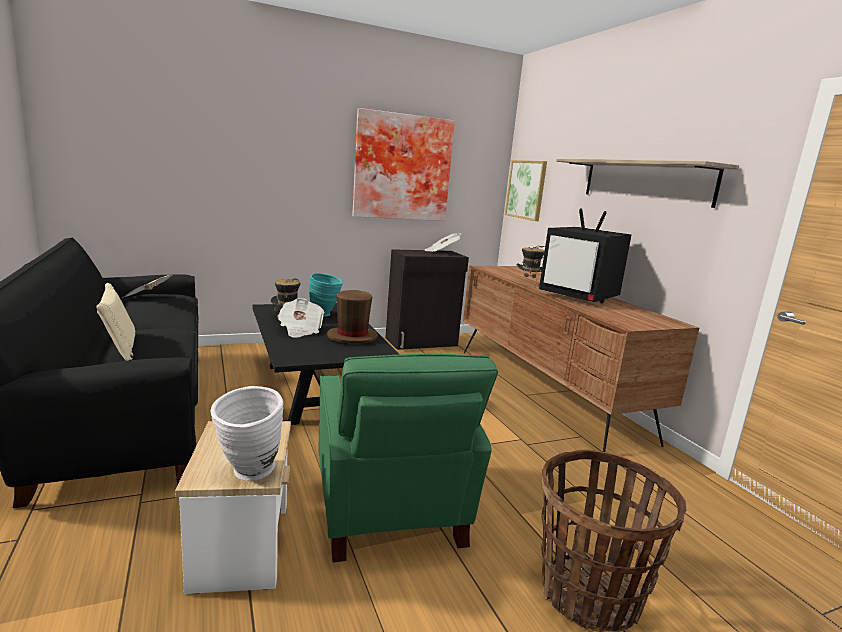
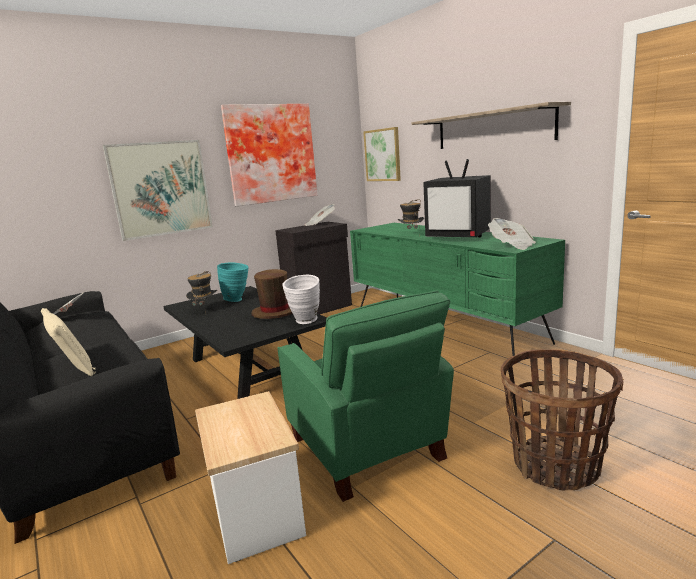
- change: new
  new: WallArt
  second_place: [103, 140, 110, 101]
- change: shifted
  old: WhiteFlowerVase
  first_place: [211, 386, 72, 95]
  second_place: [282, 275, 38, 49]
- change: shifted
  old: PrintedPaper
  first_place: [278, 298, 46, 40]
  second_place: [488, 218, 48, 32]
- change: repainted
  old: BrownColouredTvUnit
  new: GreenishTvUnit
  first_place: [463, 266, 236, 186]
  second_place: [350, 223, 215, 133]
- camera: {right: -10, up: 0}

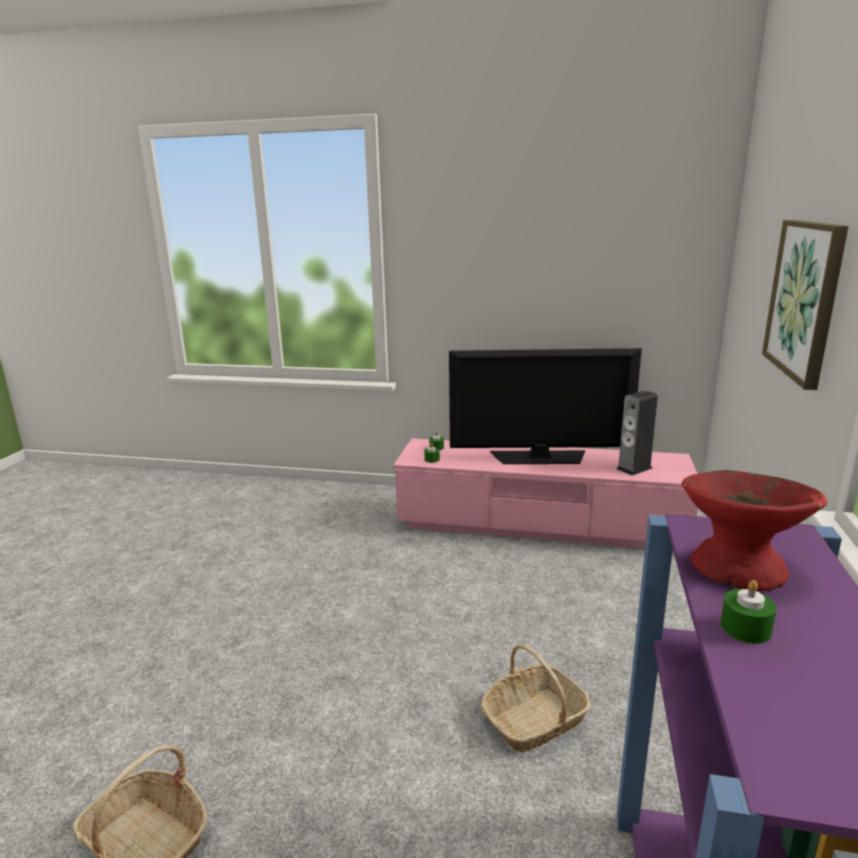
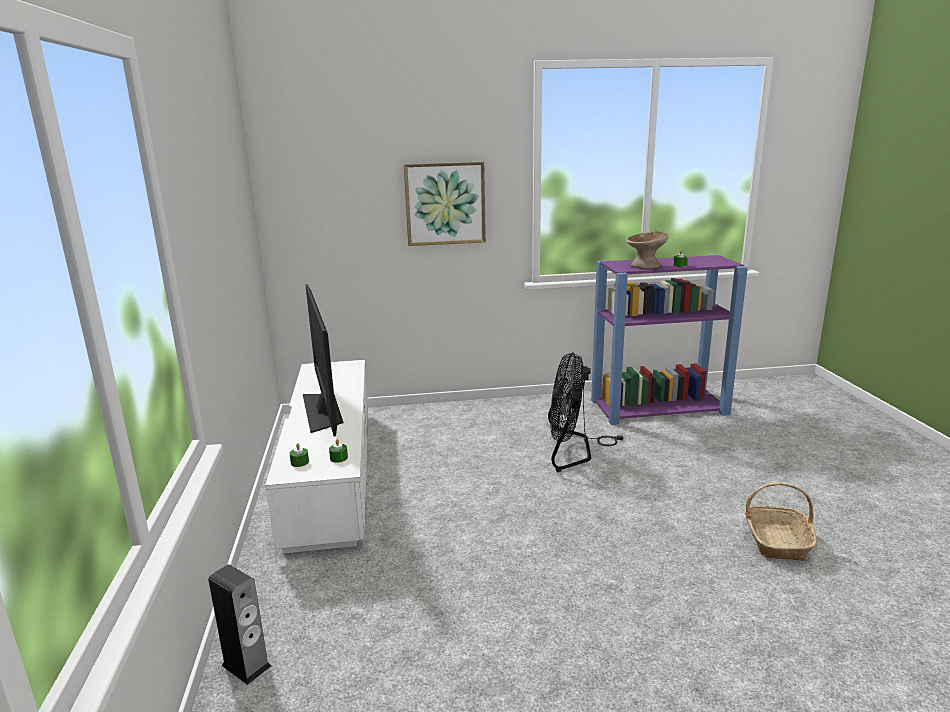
- change: shifted
  old: Loudspeaker
  first_place: [616, 391, 42, 85]
  second_place: [208, 565, 63, 120]
- change: swapped
  old: StorageBasket
  new: BlackCoolingFan
  first_place: [481, 644, 110, 109]
  second_place: [548, 352, 77, 121]
- change: repainted
  old: PinkTvUnit
  new: WhiteTvUnit
  first_place: [393, 438, 305, 110]
  second_place: [265, 360, 103, 194]
- change: repainted
  old: RedBowl
  new: SandColouredBowl
  first_place: [682, 470, 145, 121]
  second_place: [626, 231, 43, 38]
- camera: {right: -110, up: 0}

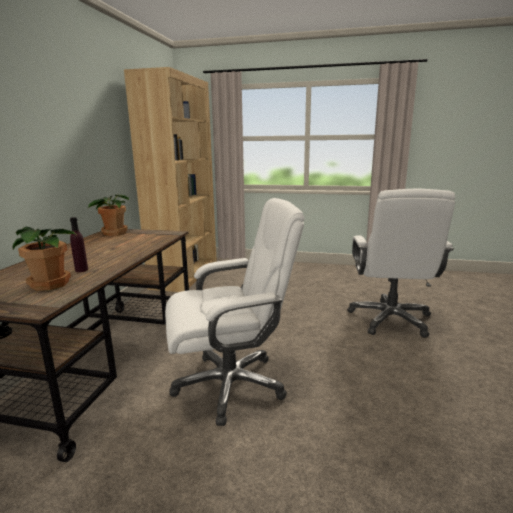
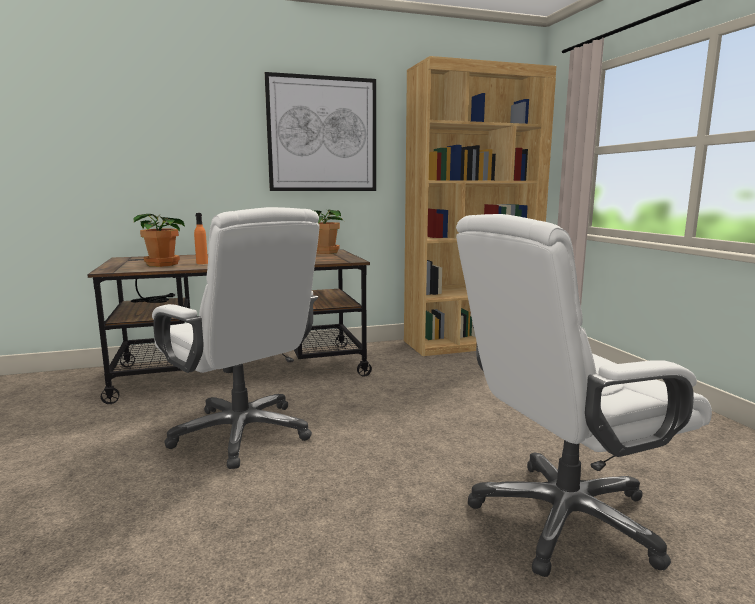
- change: new
  new: WallArt
  second_place: [265, 72, 111, 119]
- change: repainted
  old: PurplishBottle
  new: OrangeBottle
  first_place: [70, 217, 18, 55]
  second_place: [194, 213, 14, 51]
- camera: {right: 60, up: -5}

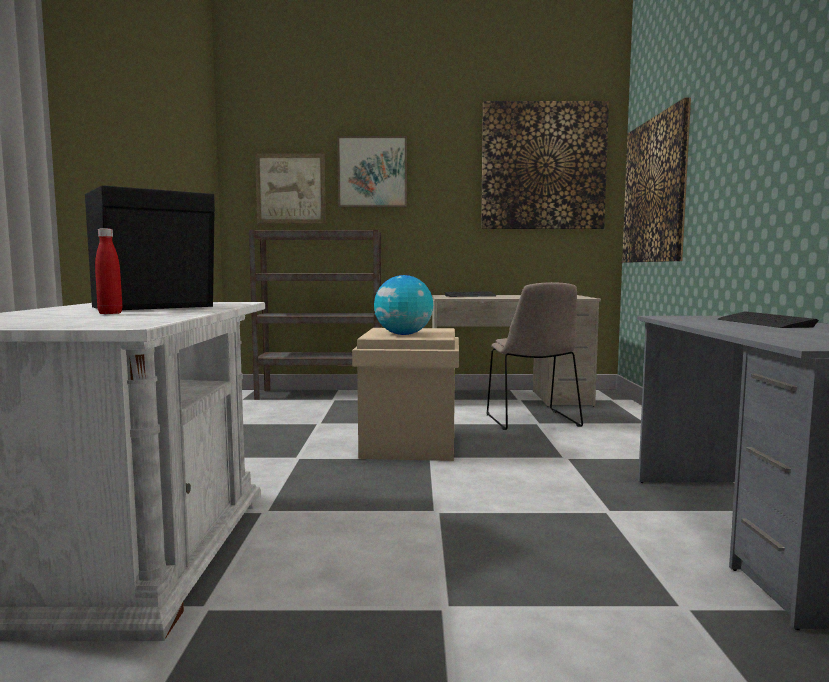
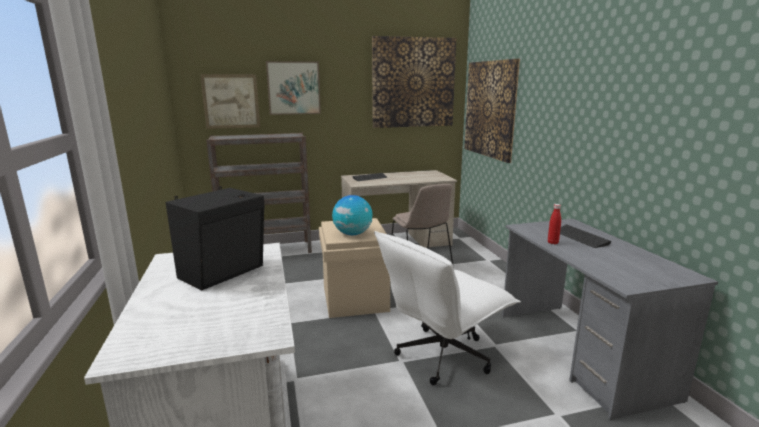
- change: new
  new: WhiteDeskChair
  second_place: [374, 231, 147, 154]
- change: shifted
  old: RedBottle
  first_place: [95, 228, 27, 86]
  second_place: [548, 204, 13, 40]
- camera: {right: -15, up: 10}

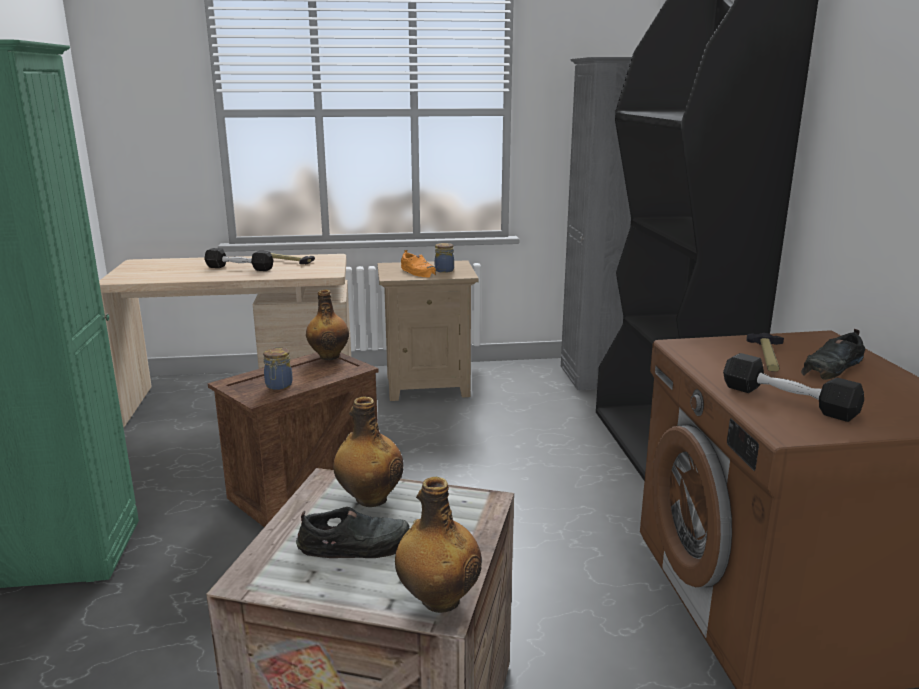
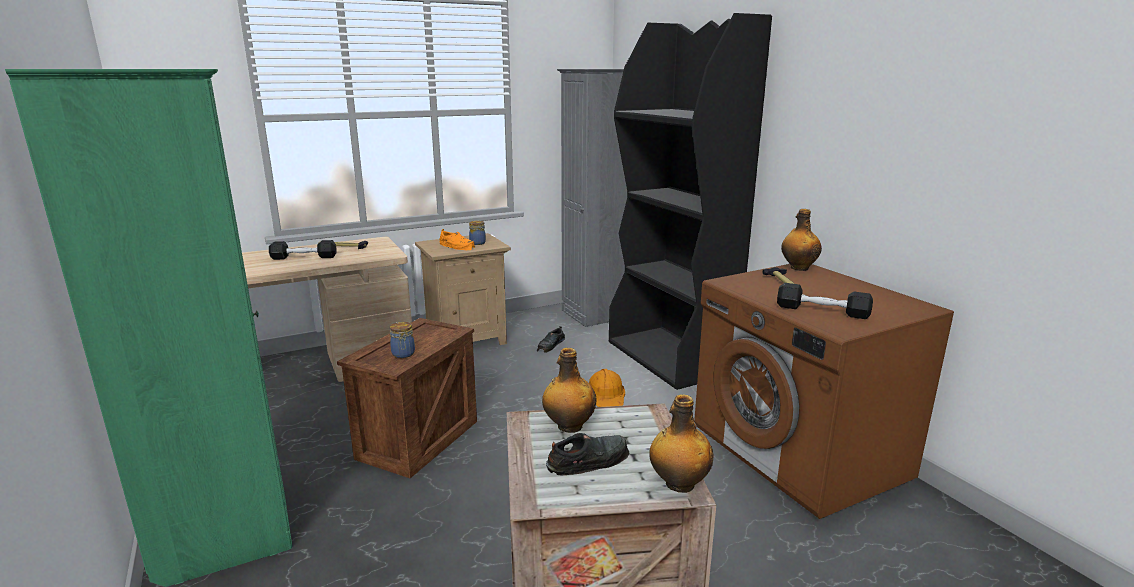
- change: new
  new: OrangeSafetyHelmet
  second_place: [589, 369, 36, 38]
- change: shifted
  old: Bottle
  first_place: [306, 290, 43, 70]
  second_place: [781, 209, 41, 62]
- change: shifted
  old: BlackShoe
  first_place: [801, 329, 64, 51]
  second_place: [537, 326, 28, 27]
- camera: {right: -20, up: 0}

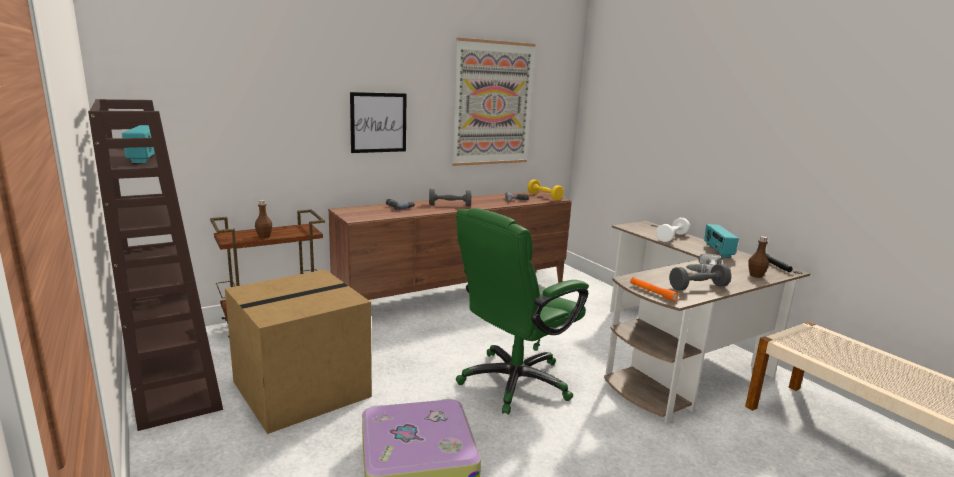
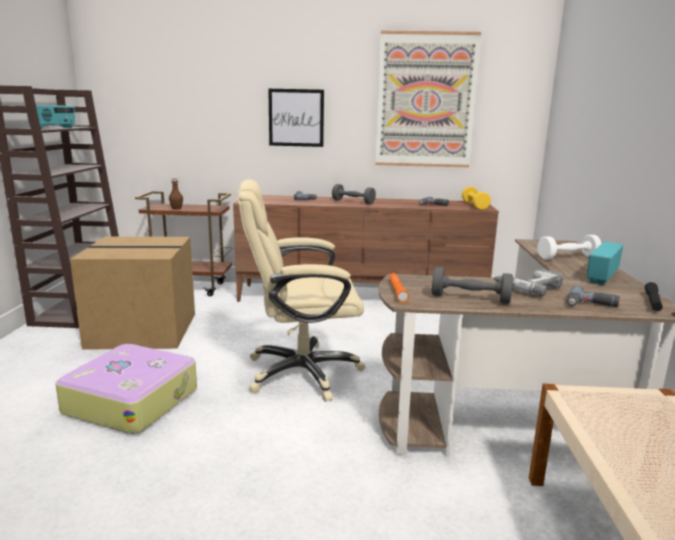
- change: swapped
  old: BrownColouredBottle
  new: PowerDrill
  first_place: [748, 236, 21, 42]
  second_place: [567, 286, 53, 21]
- change: repainted
  old: GreenishDeskChair
  new: SandColouredDeskChair
  first_place: [456, 208, 133, 207]
  second_place: [237, 179, 128, 223]
- camera: {right: 35, up: 0}

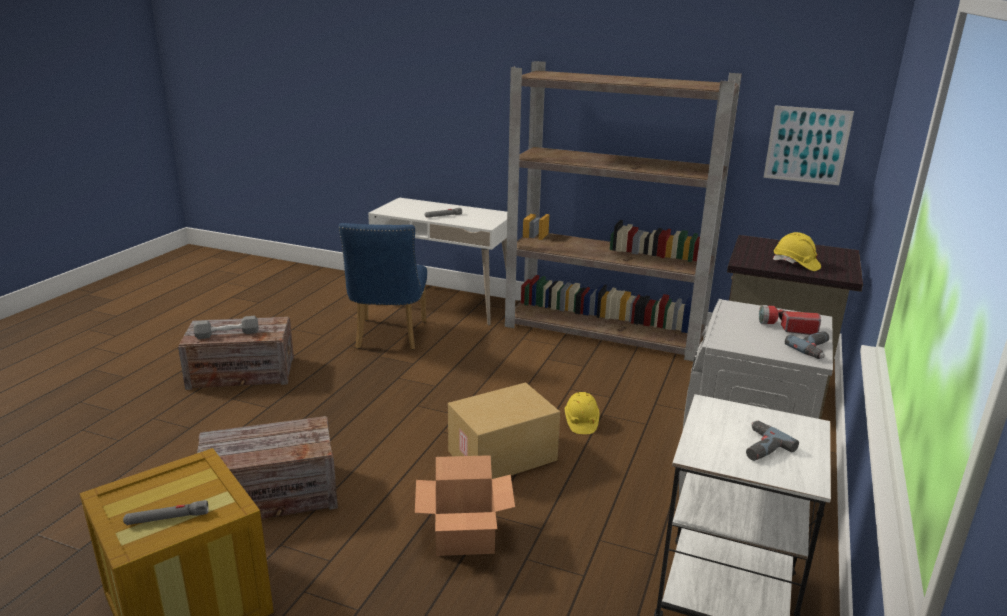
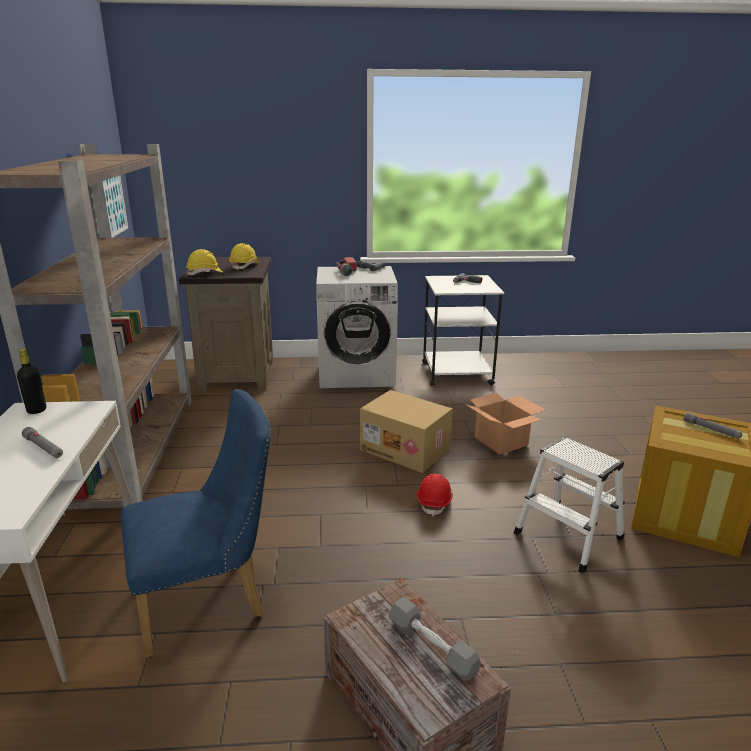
- change: new
  new: BlackBottle
  second_place: [17, 349, 29, 65]
- change: new
  new: RedSafetyHelmet
  second_place: [417, 474, 36, 43]
- change: shifted
  old: YellowSafetyHelmet
  first_place: [565, 392, 34, 42]
  second_place: [186, 249, 37, 26]
- change: swapped
  old: PackingCrate
  new: WhiteStepStool
  first_place: [197, 416, 141, 103]
  second_place: [514, 436, 111, 137]
- camera: {right: -115, up: 0}

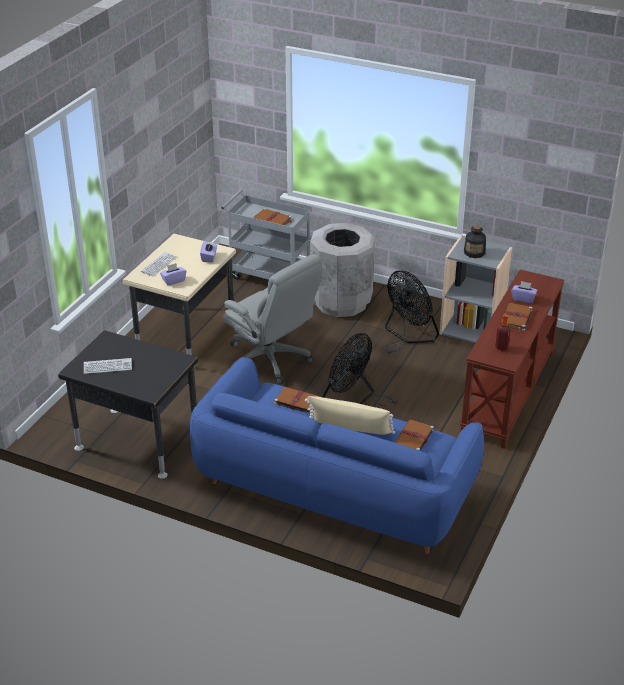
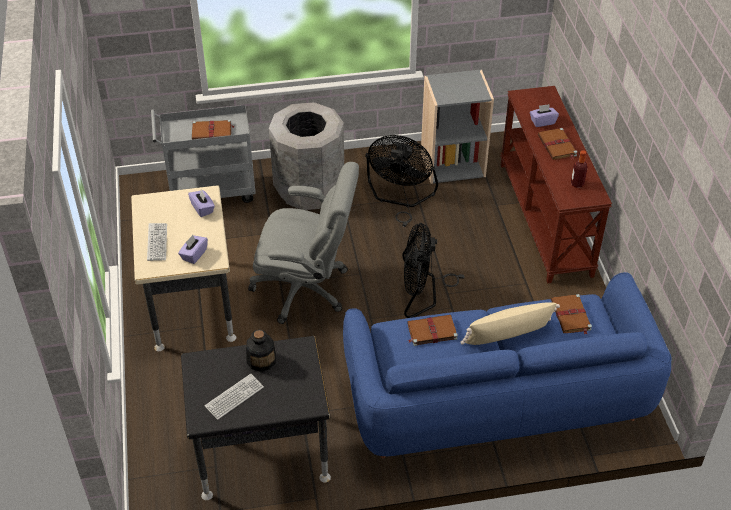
- change: shifted
  old: Bottle
  first_place: [464, 225, 22, 33]
  second_place: [246, 330, 30, 42]
- camera: {right: -35, up: 10}

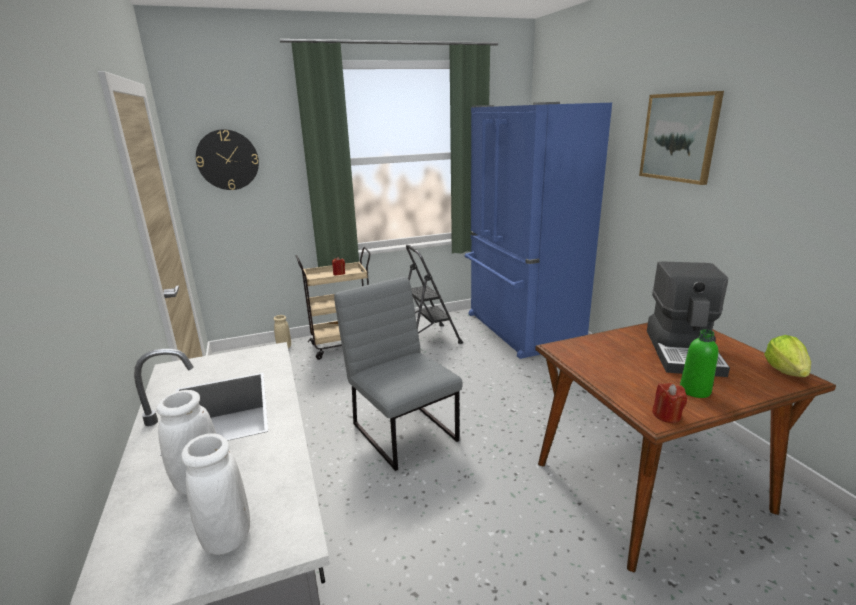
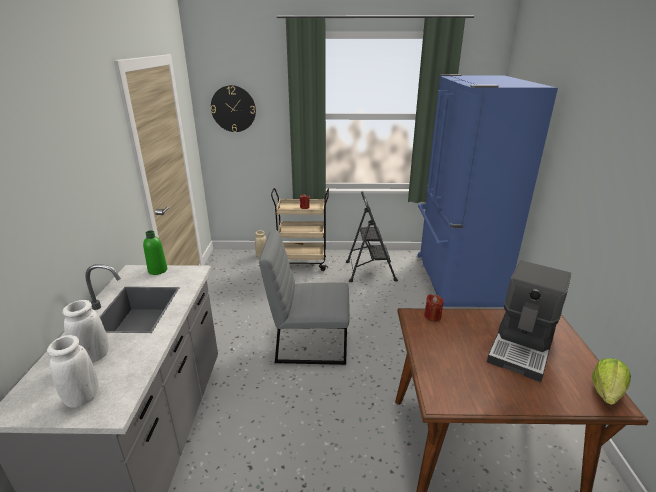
- change: gone
  old: WallArt
  first_place: [639, 91, 85, 94]
- change: shifted
  old: RedWaxCandle
  first_place: [652, 382, 35, 41]
  second_place: [424, 294, 20, 27]
- change: shifted
  old: GreenishBottle
  first_place: [680, 329, 38, 69]
  second_place: [143, 230, 24, 45]
- change: rotated
  old: GreyishChair
  first_place: [334, 277, 129, 194]
  second_place: [259, 230, 91, 135]
  degrees: -75
- camera: {right: 20, up: 5}

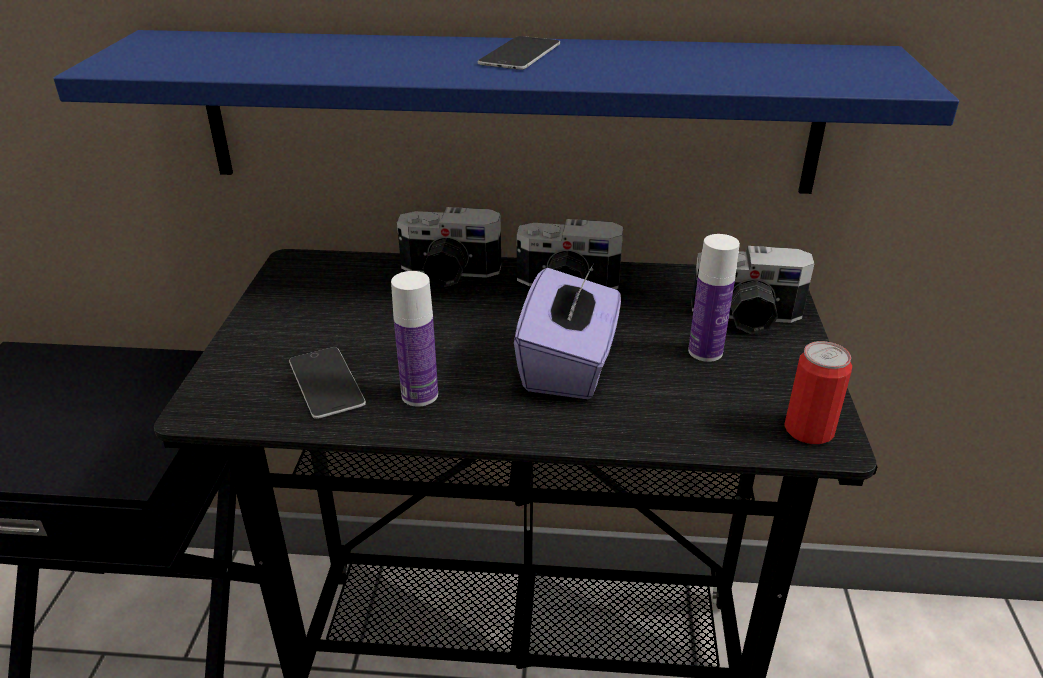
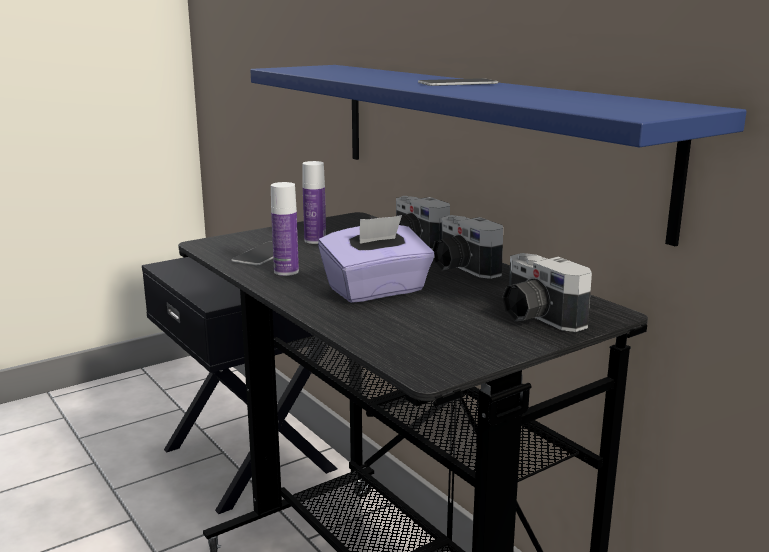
- change: gone
  old: SealedCan
  first_place: [784, 341, 68, 103]
- change: shifted
  old: Bottle
  first_place: [688, 234, 52, 128]
  second_place: [302, 161, 24, 83]
- camera: {right: 50, up: -15}

